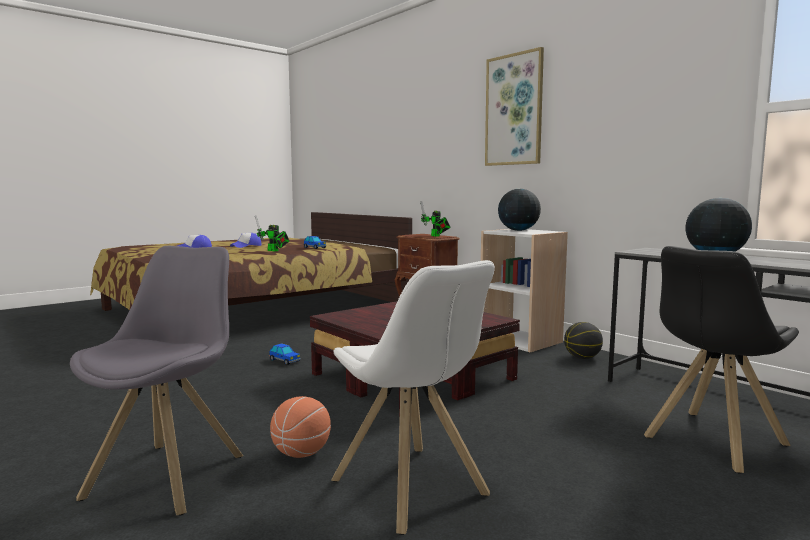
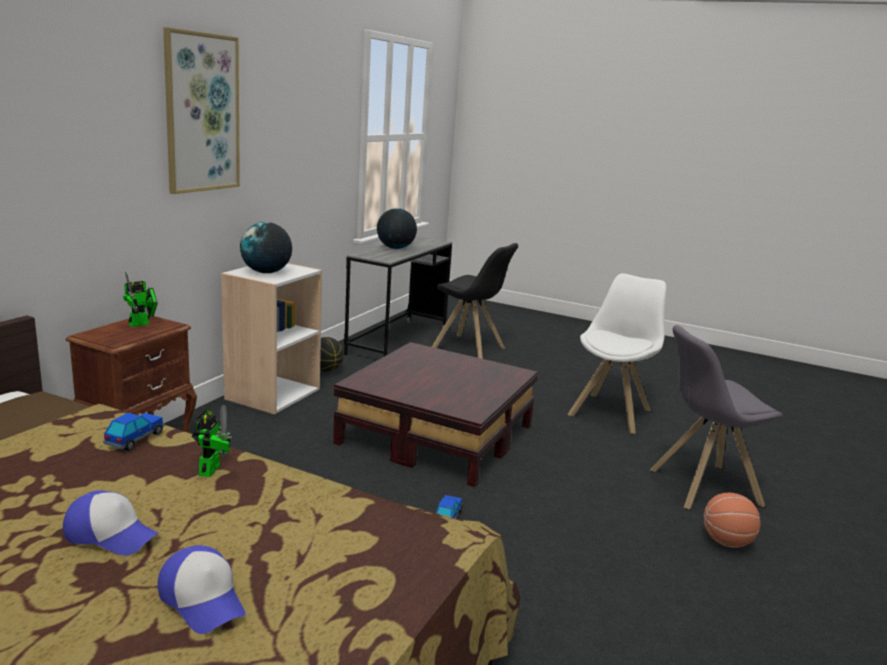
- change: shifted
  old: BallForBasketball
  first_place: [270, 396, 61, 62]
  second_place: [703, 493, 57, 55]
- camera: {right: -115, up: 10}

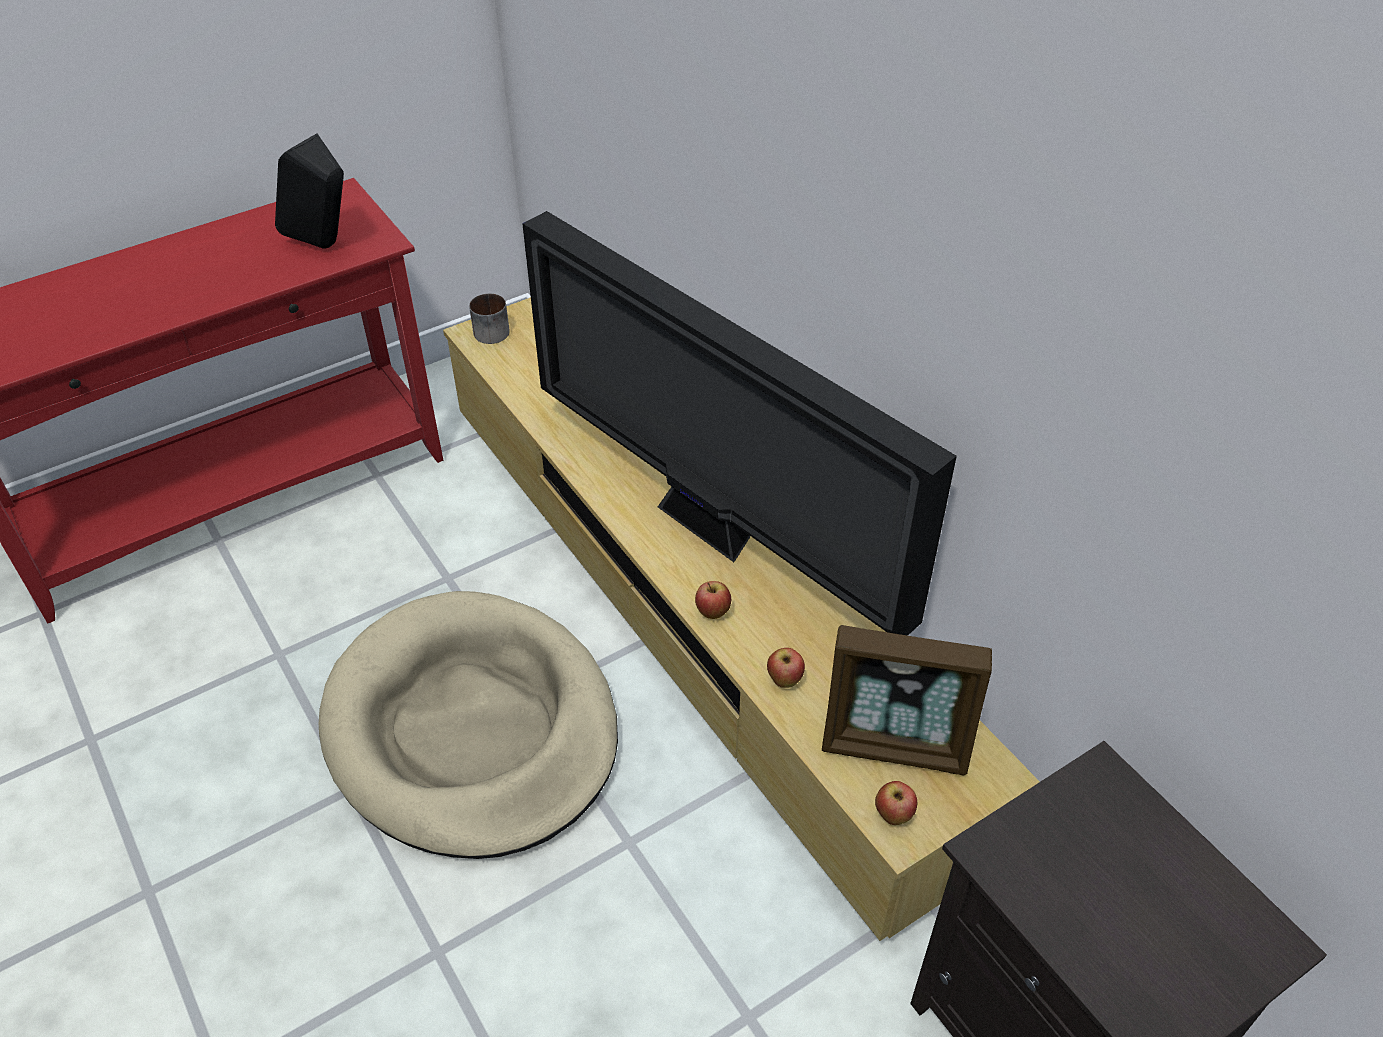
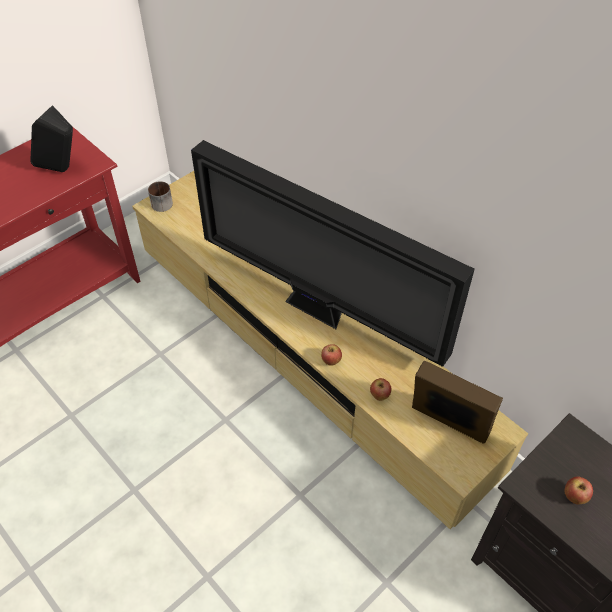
- change: gone
  old: SandColouredDogBed
  first_place: [319, 591, 299, 268]
- change: shifted
  old: AppleFruit
  first_place: [875, 781, 42, 44]
  second_place: [564, 476, 29, 29]
- change: rotated
  old: StandingFrame
  first_place: [822, 625, 170, 151]
  second_place: [412, 361, 91, 83]
  degrees: -150
- camera: {right: -10, up: 5}

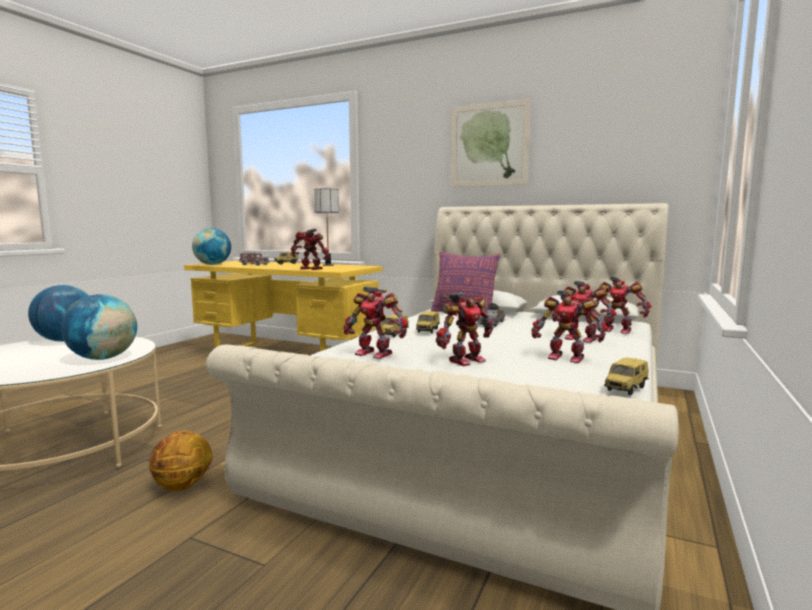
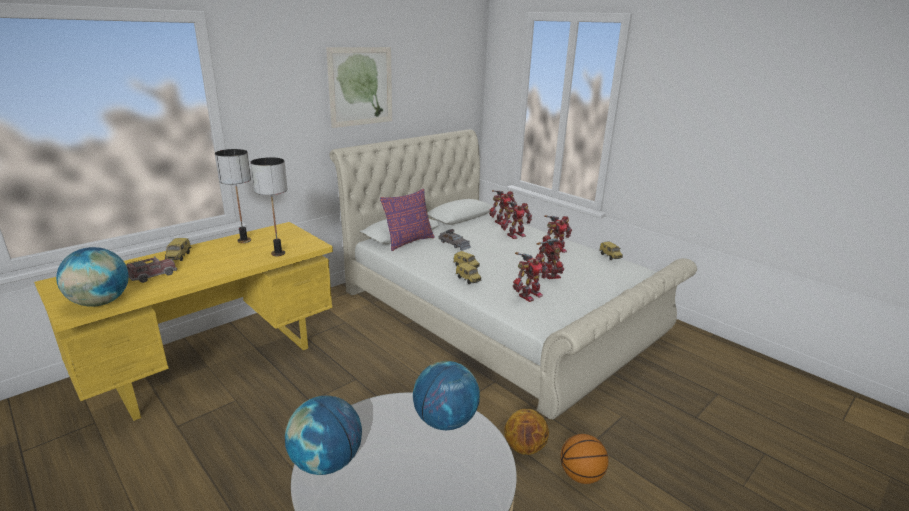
- change: new
  new: BallForBasketball
  second_place: [560, 434, 48, 50]
- change: swapped
  old: ToyRobot
  new: LampForATable
  first_place: [291, 228, 39, 42]
  second_place: [250, 157, 37, 99]
- camera: {right: -70, up: 15}

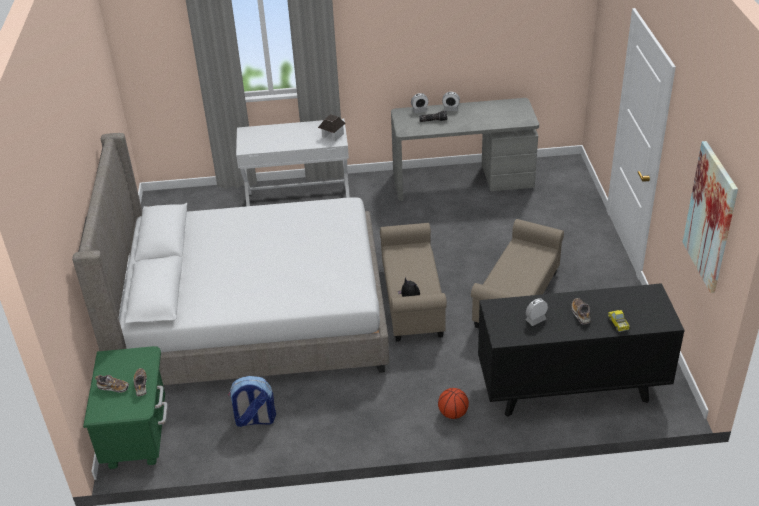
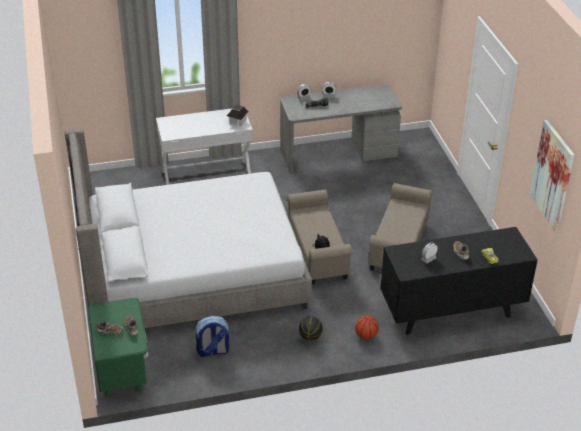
- change: new
  new: BallForBasketball
  second_place: [299, 316, 24, 25]
- camera: {right: -10, up: 0}

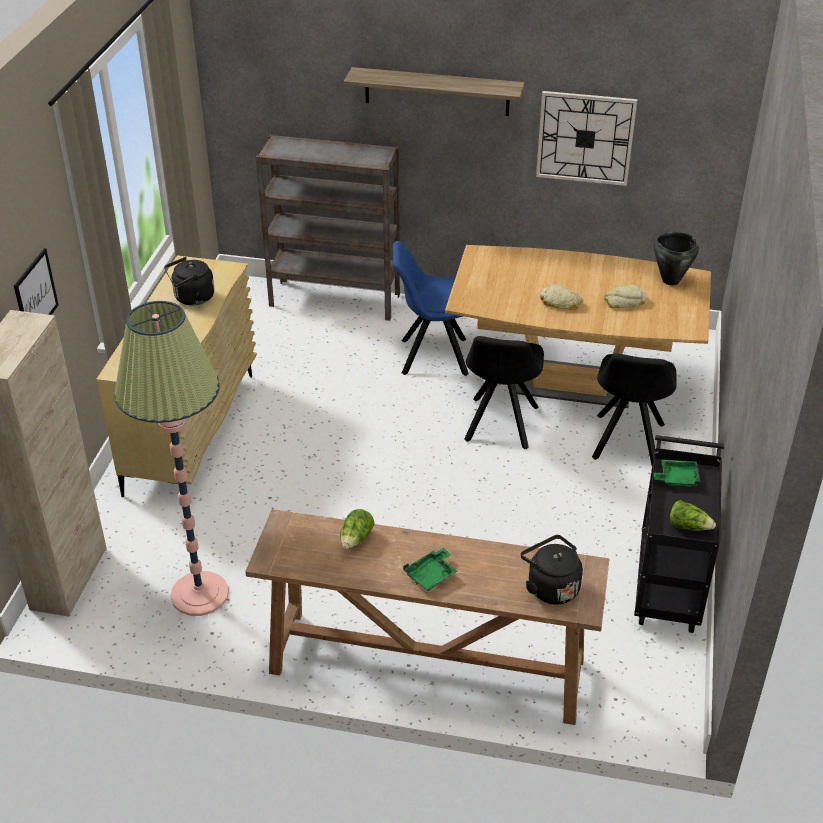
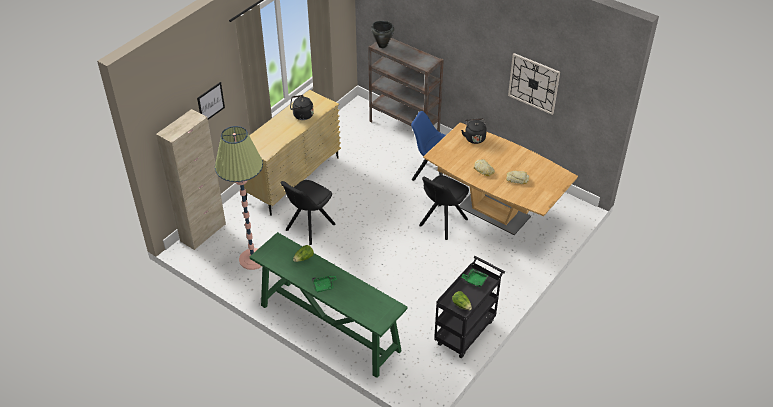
- change: gone
  old: WallShelf
  first_place: [344, 67, 181, 49]
- change: shifted
  old: BlackTeaKettle
  first_place: [521, 535, 62, 70]
  second_place: [461, 118, 26, 26]
- change: shifted
  old: BlackChair
  first_place: [592, 354, 85, 111]
  second_place: [281, 180, 54, 65]
- change: shifted
  old: BlackSaucepot
  first_place: [654, 232, 45, 53]
  second_place: [371, 21, 23, 27]
- change: repainted
  old: BrownColouredNarrowTable
  new: GreenishNarrowTable
  first_place: [245, 509, 364, 216]
  second_place: [250, 232, 158, 146]
- camera: {right: 25, up: 5}

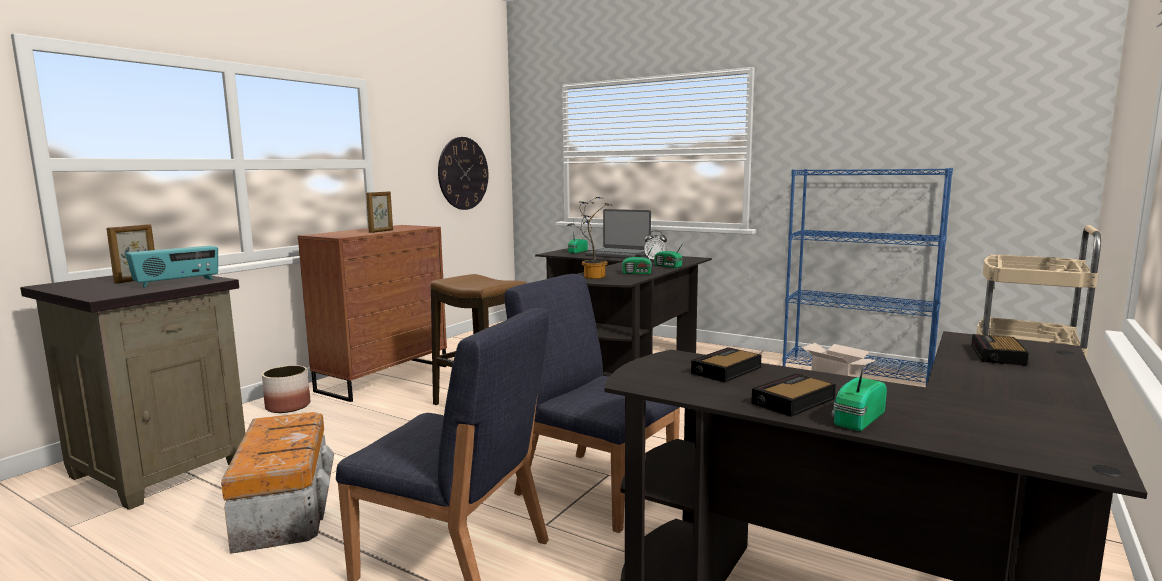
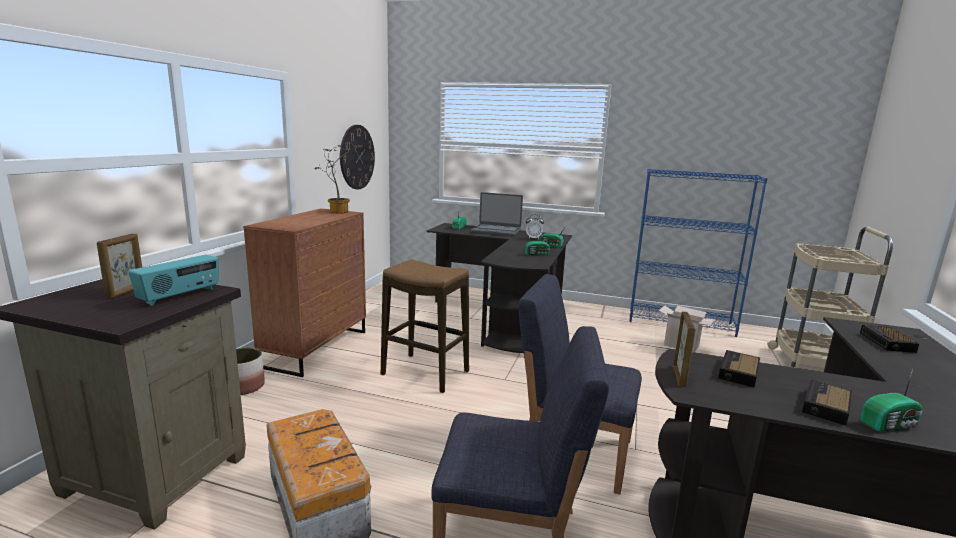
- change: shifted
  old: StandingFrame
  first_place: [366, 191, 27, 42]
  second_place: [673, 311, 23, 76]
- change: shifted
  old: PottedPlant
  first_place: [567, 197, 45, 82]
  second_place: [314, 145, 38, 69]
- change: rotated
  old: Radio
  first_place: [832, 365, 55, 66]
  second_place: [860, 368, 62, 64]
  degrees: -135
- camera: {right: -15, up: 5}

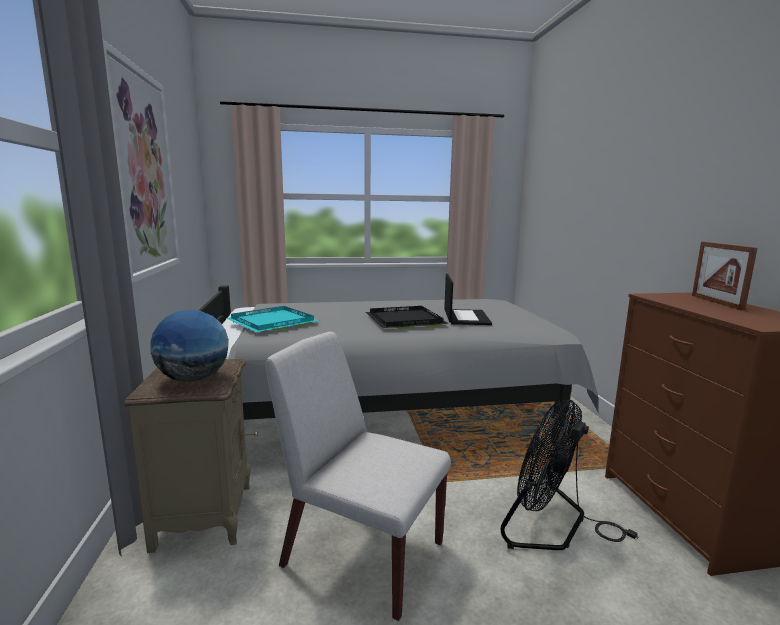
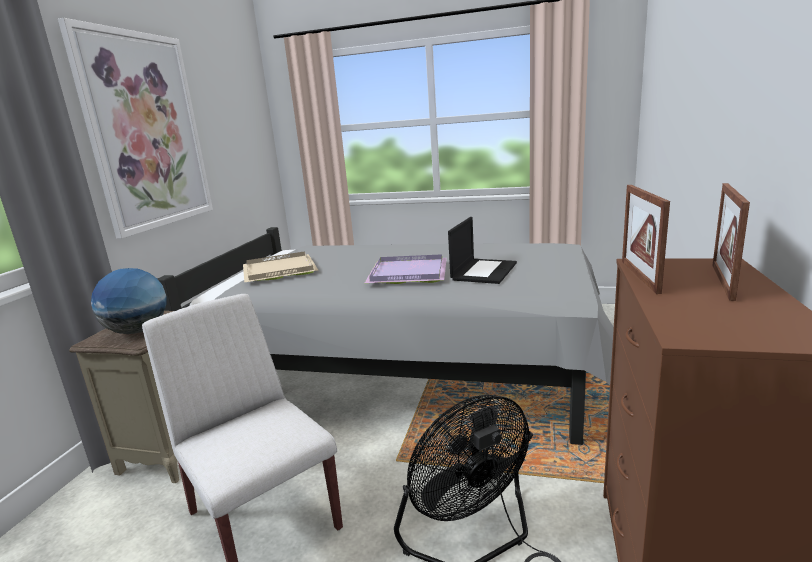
- change: new
  new: StandingFrame
  second_place: [622, 185, 48, 109]
- change: repainted
  old: TurquoiseColouredCarryingTray
  new: SandColouredCarryingTray
  first_place: [226, 306, 94, 26]
  second_place: [243, 251, 75, 32]
- change: repainted
  old: BlackCarryingTray
  new: PurplishCarryingTray
  first_place: [366, 306, 83, 22]
  second_place: [365, 254, 82, 30]
- camera: {right: 25, up: 5}

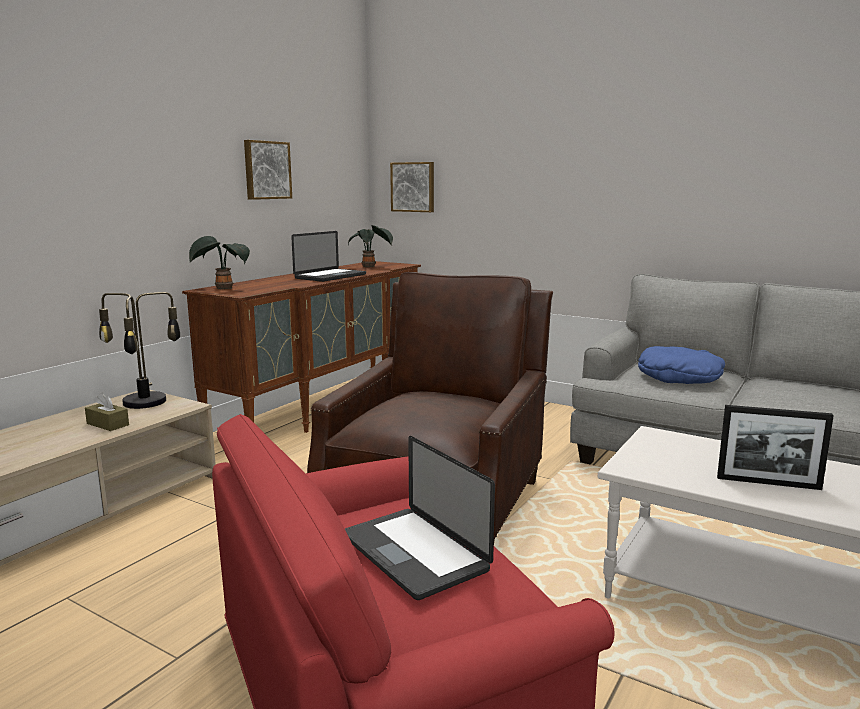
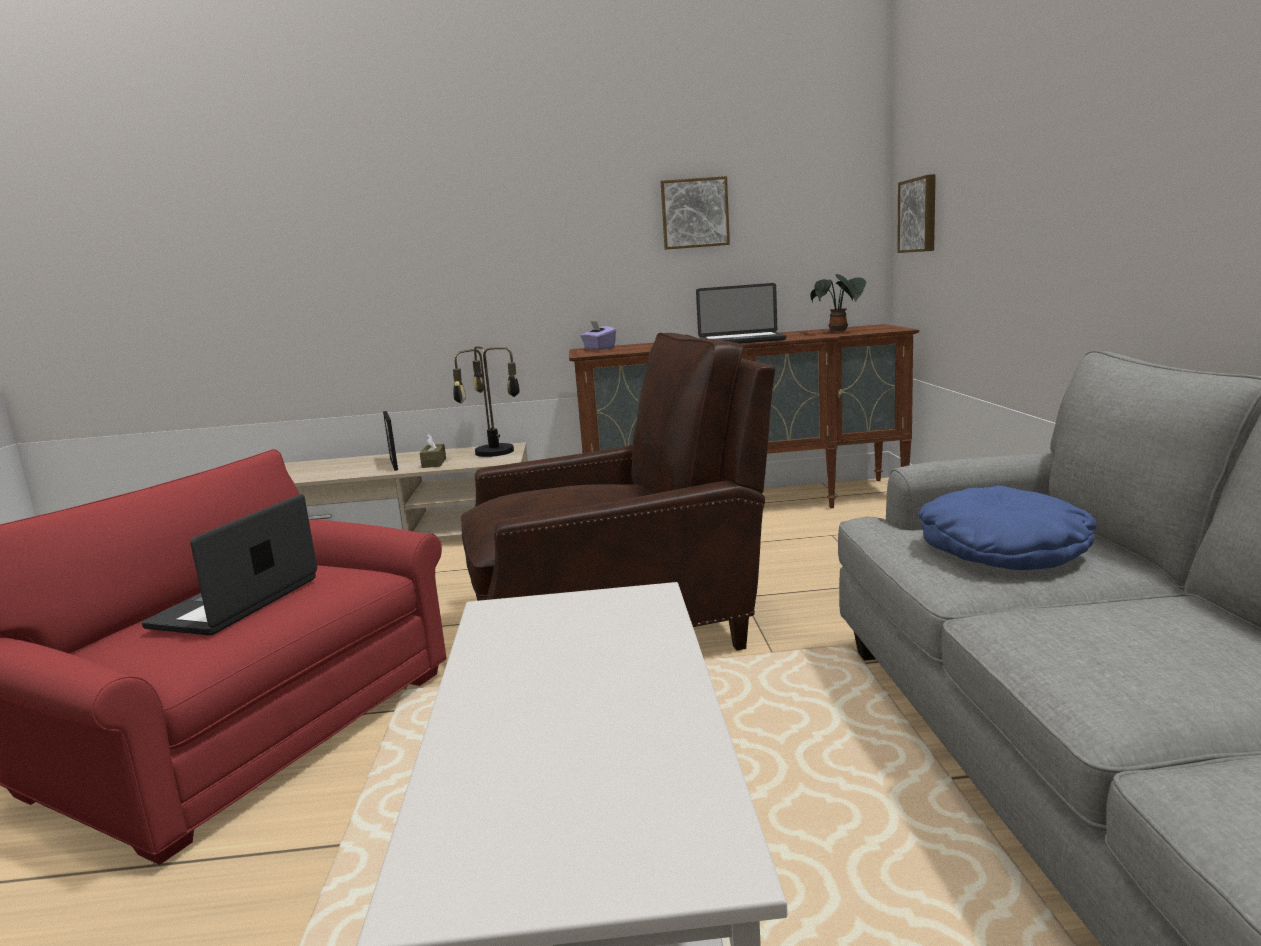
- change: shifted
  old: StandingFrame
  first_place: [717, 405, 117, 85]
  second_place: [383, 411, 15, 60]
- change: swapped
  old: PottedPlant
  new: PurplishTissueBox
  first_place: [189, 236, 61, 53]
  second_place: [580, 321, 36, 29]
- camera: {right: 55, up: 0}

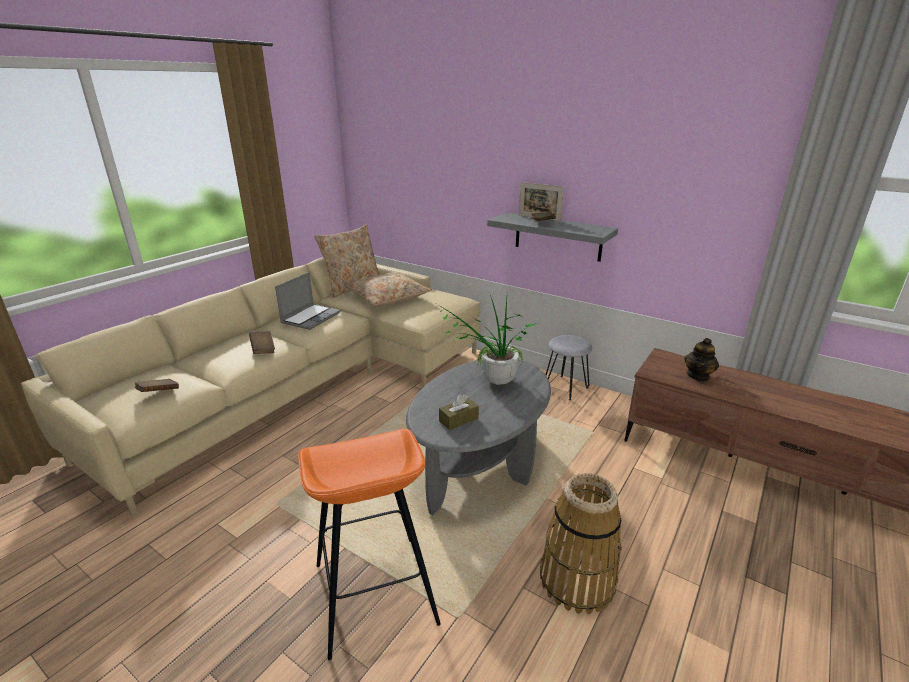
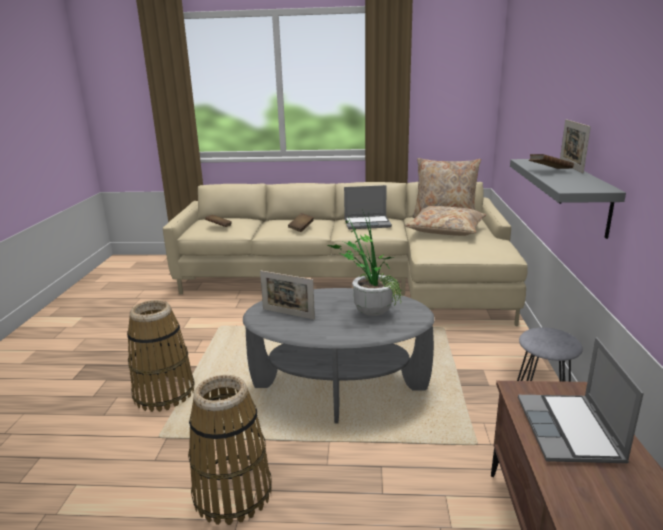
- change: swapped
  old: OrangeStoolSeat
  new: StorageBasket
  first_place: [298, 429, 143, 231]
  second_place: [127, 300, 68, 112]
- change: swapped
  old: BrownColouredTissueBox
  new: StandingFrame
  first_place: [439, 394, 40, 36]
  second_place: [260, 270, 55, 50]
- change: swapped
  old: Teapot
  new: PortableComputer
  first_place: [684, 338, 35, 43]
  second_place: [518, 337, 126, 126]
- camera: {right: 60, up: -5}

